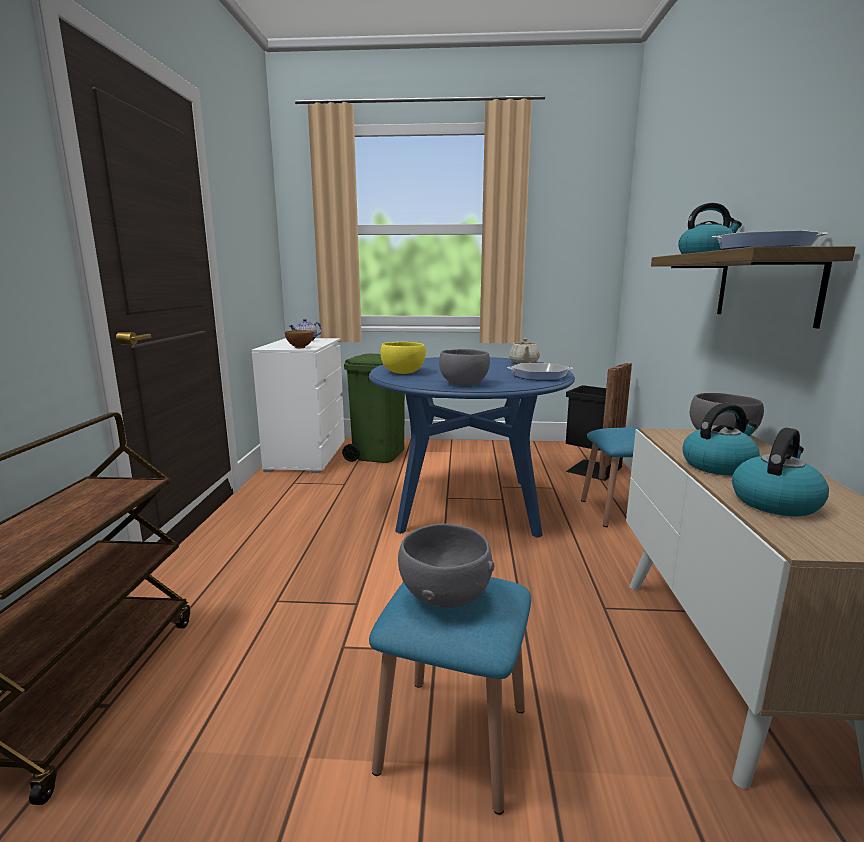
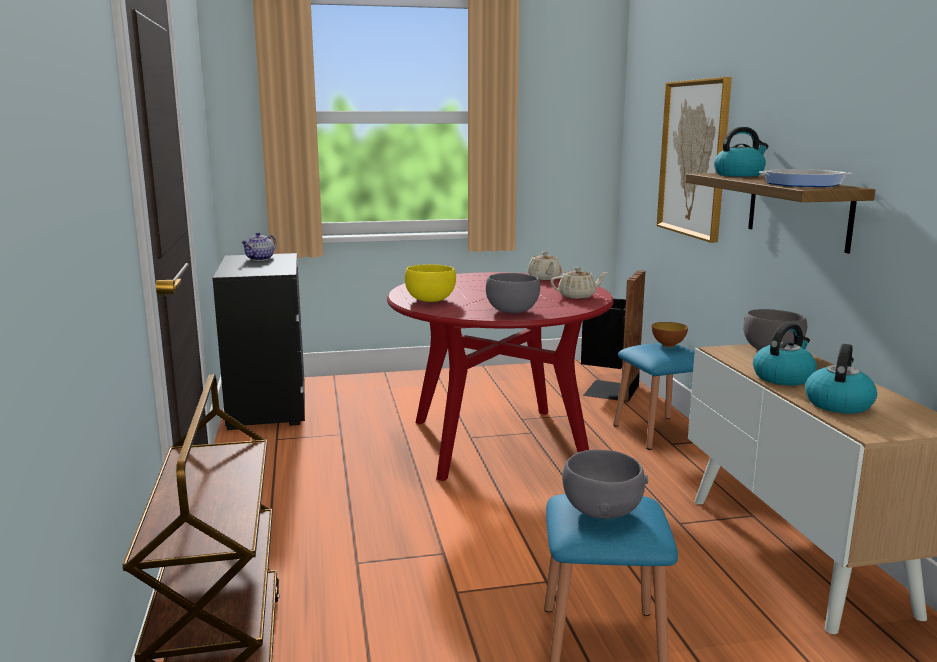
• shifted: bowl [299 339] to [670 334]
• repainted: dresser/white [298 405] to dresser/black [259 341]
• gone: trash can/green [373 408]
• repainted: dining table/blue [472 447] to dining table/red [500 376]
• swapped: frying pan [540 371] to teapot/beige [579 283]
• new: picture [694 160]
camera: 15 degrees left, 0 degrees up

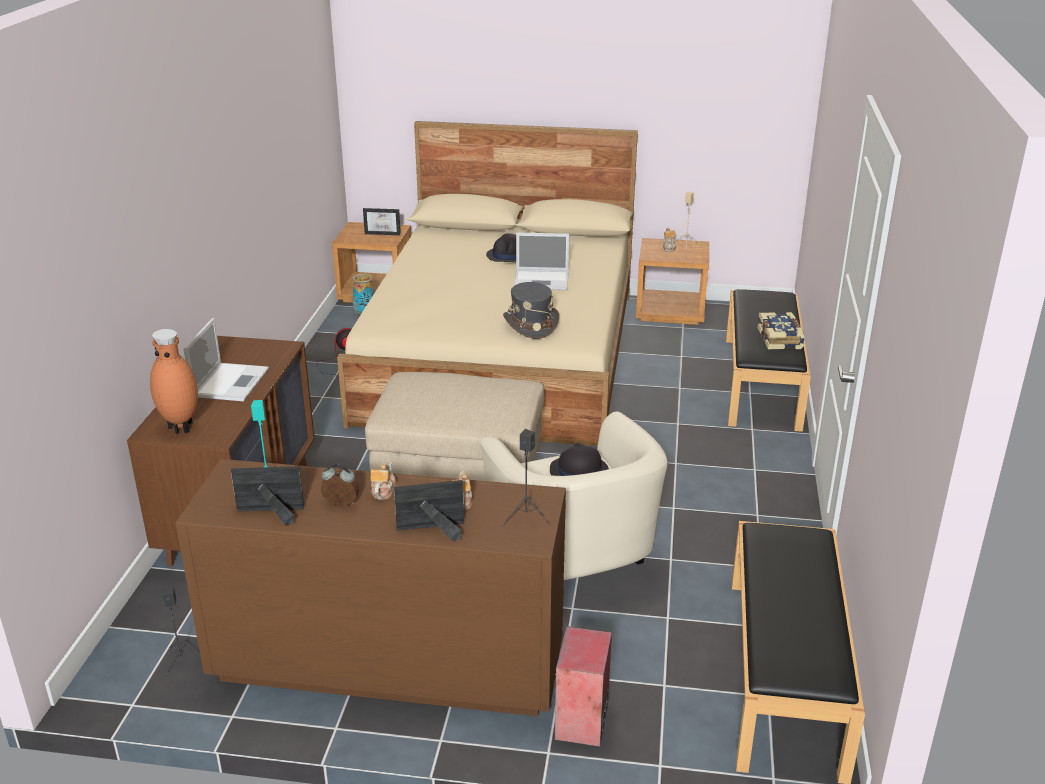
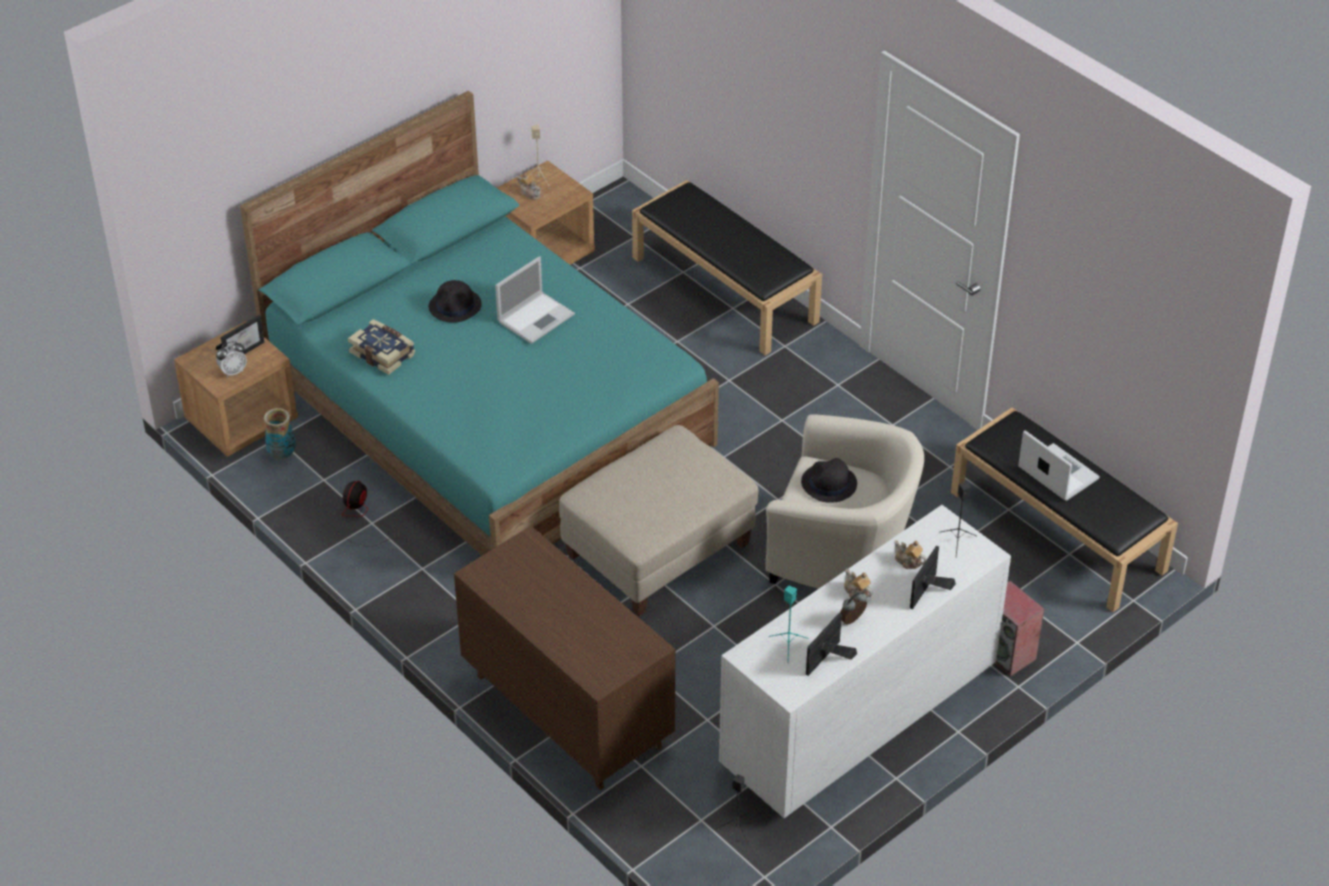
• repainted: bed/beige [487 283] to bed/turquoise [479 323]
• gone: hat/grey [531 310]
• shifted: book [781 331] to [381 347]
• shifted: laptop [226 359] to [1059 465]
• gone: vase/brown [174 382]
• repainted: dresser/brown [370 587] to dresser/white [865 661]
• new: alarm clock [231 359]
camera: 50 degrees left, 15 degrees up

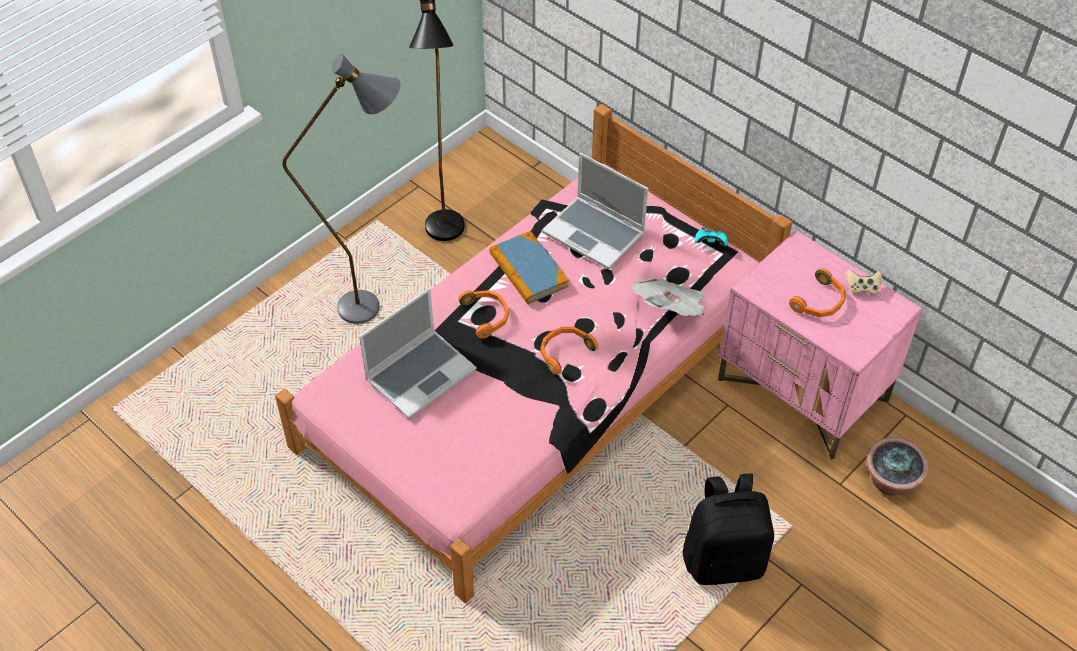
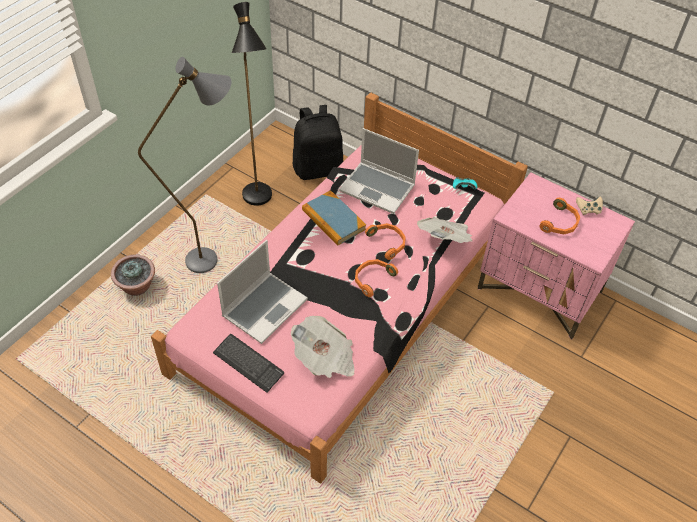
• shifted: headphones/orange [483 314] to [385 241]
• shifted: potted plant [897 466] to [133 275]
• shifted: backpack/black [728 529] to [318 142]
• new: newspaper [323 347]
• new: keyboard [248 363]
camera: 10 degrees left, 0 degrees up

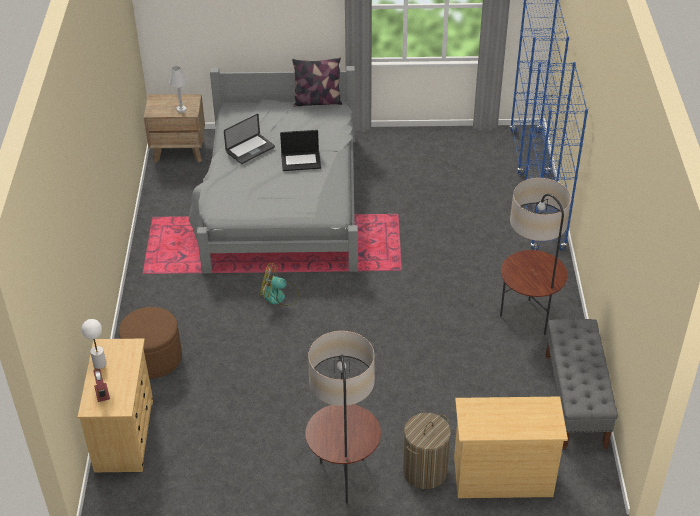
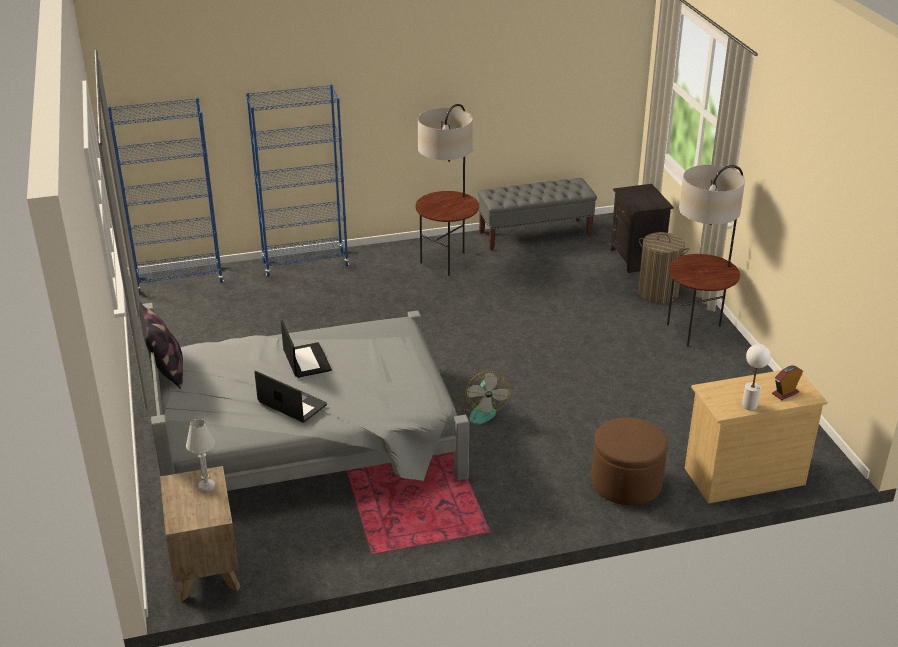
• swapped: dresser/beige [511 447] to nightstand/black [641 228]
camera: 105 degrees left, 10 degrees down

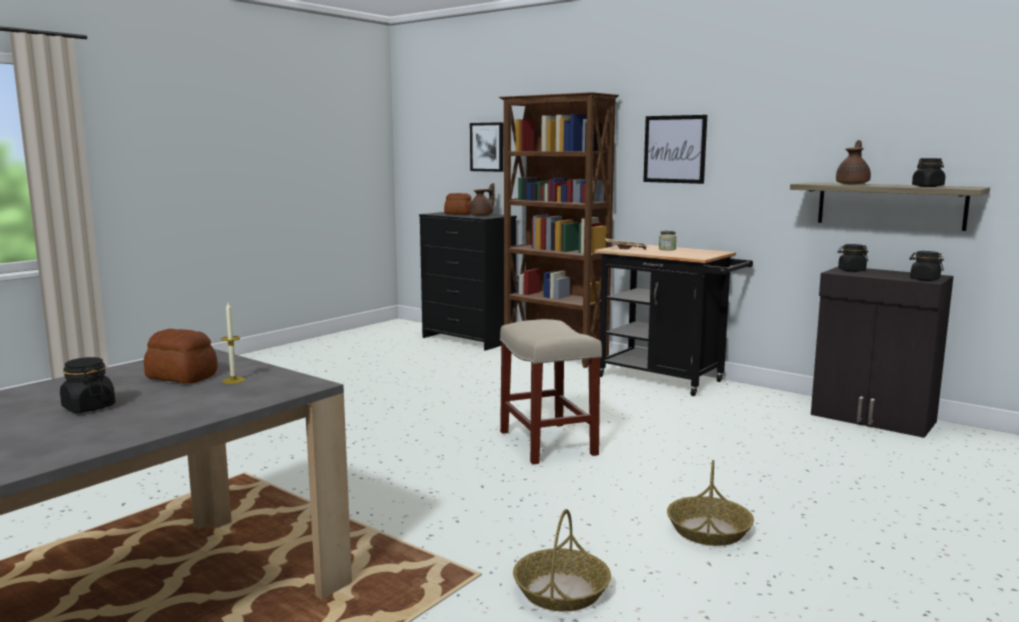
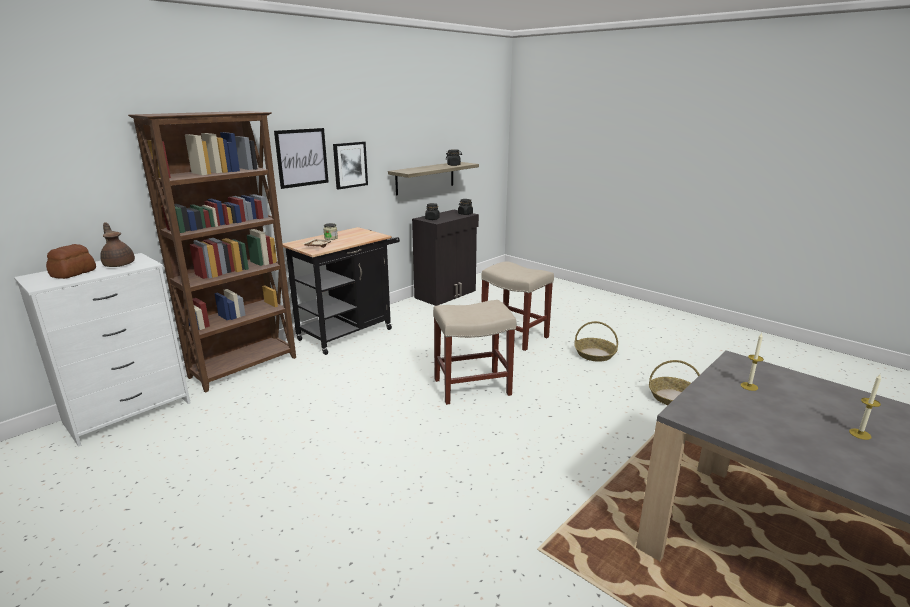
• shifted: picture [487 147] to [350 165]
• gone: teapot/brown [853 162]
• repainted: dresser/black [468 281] to dresser/white [102 350]
• gone: bread [181 356]
• swapped: jar/black [88 385] to candle [865 407]
• new: stool/beige [517 306]
camera: 85 degrees left, 10 degrees up

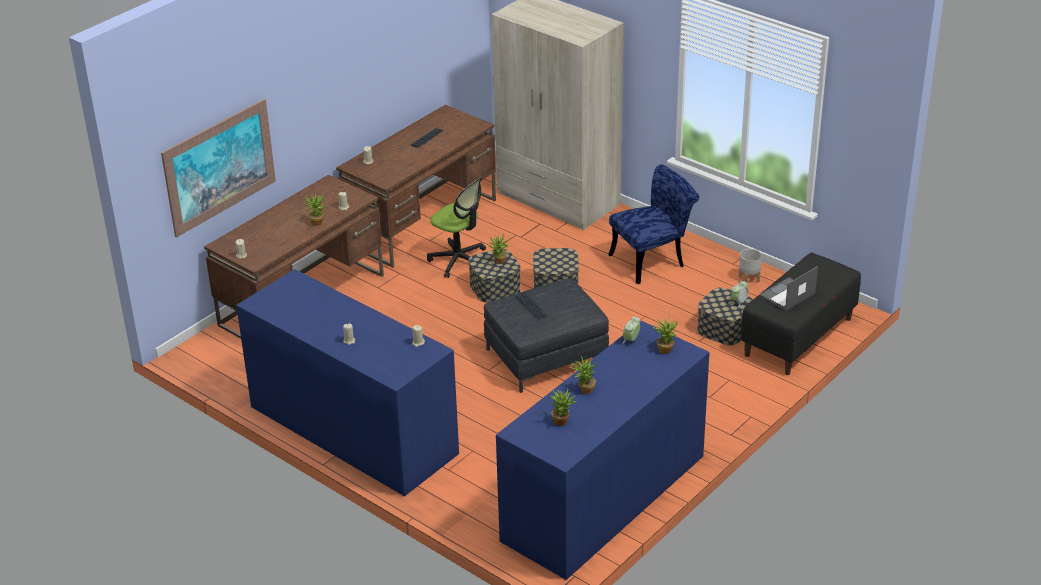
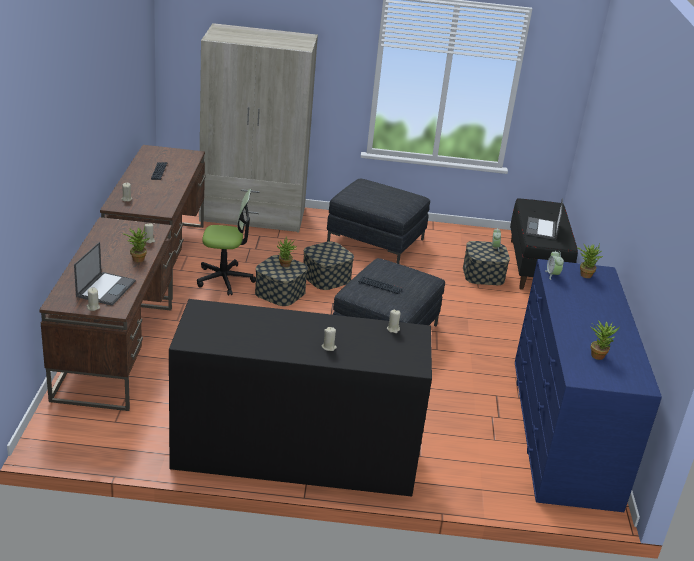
• gone: picture [218 168]
• swapped: chair/blue [653 224] to ottoman/grey [378 221]
• gone: planter/grey [750 266]
• repainted: dresser/blue [347 382] to dresser/black [300 398]
• gone: potted plant [583 375]
• new: laptop [105 274]
camera: 40 degrees left, 5 degrees down

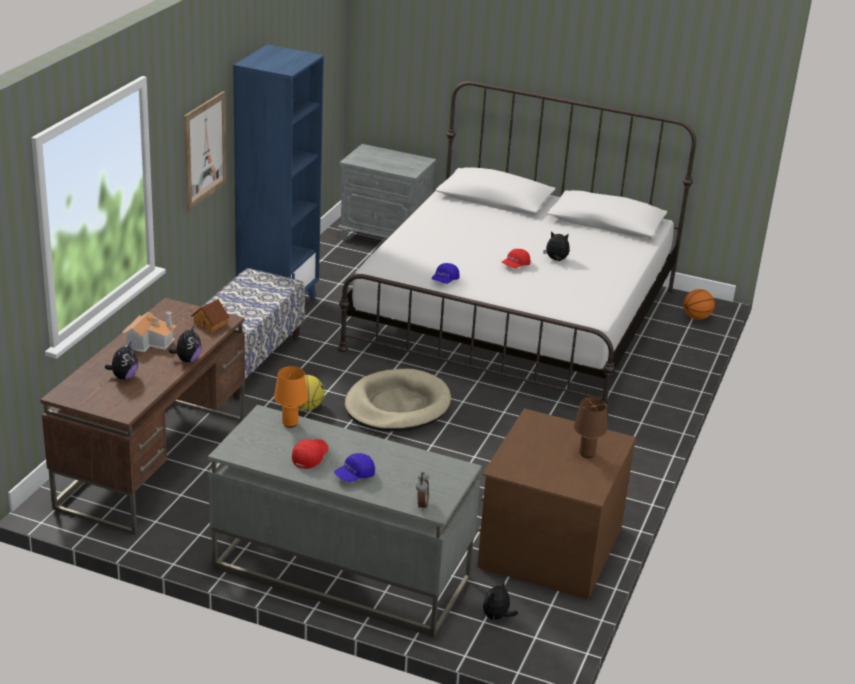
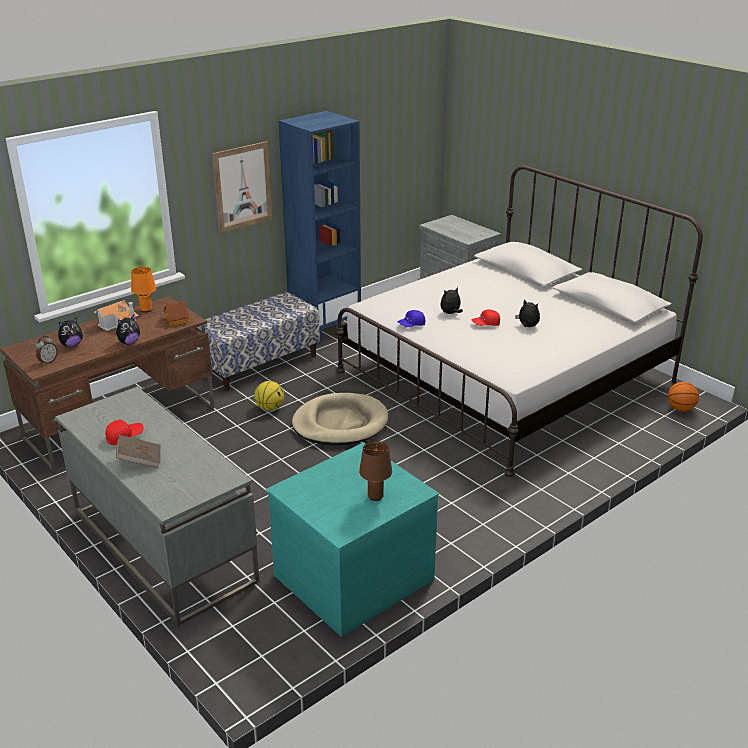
• shifted: table lamp/orange [291 397] to [143 289]
• repainted: dresser/brown [556 504] to dresser/turquoise [352 539]
• swapped: cap/blue [354 467] to book/brown [138 451]
• shifted: alarm clock [422 491] to [47 350]
• shifted: plush toy [500 601] to [451 300]
camera: 30 degrees right, 0 degrees up

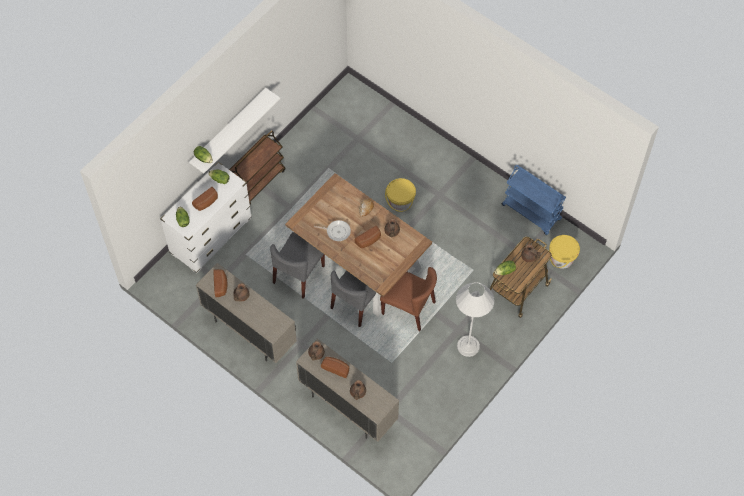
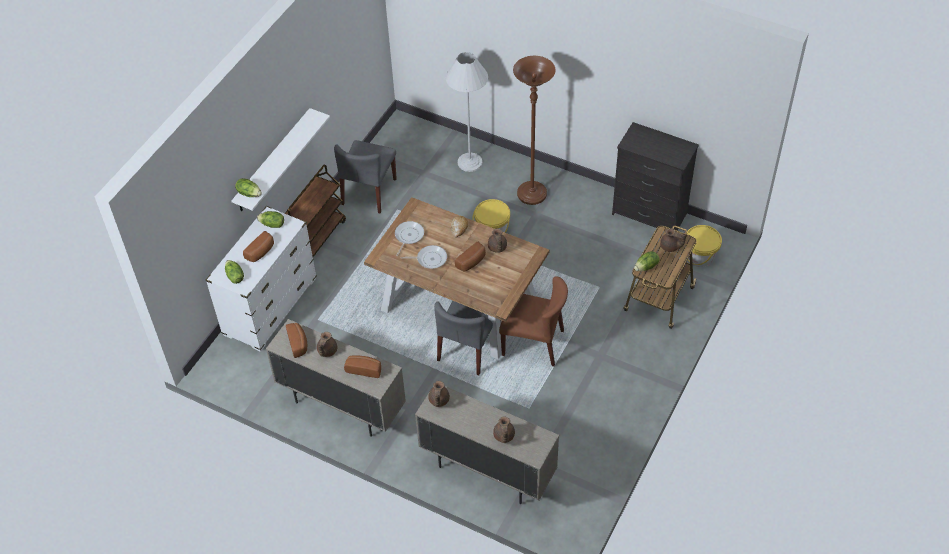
• swapped: cart/blue [533 200] to dresser/black [655 176]
• shifted: chair/grey [297 265] to [365 176]
• shifted: floor lamp/white [475 319] to [467 112]
• shifted: bread [335 367] to [362 366]
• new: floor lamp/brown [534 130]
• new: frying pan [409 238]
camera: 10 degrees left, 10 degrees down

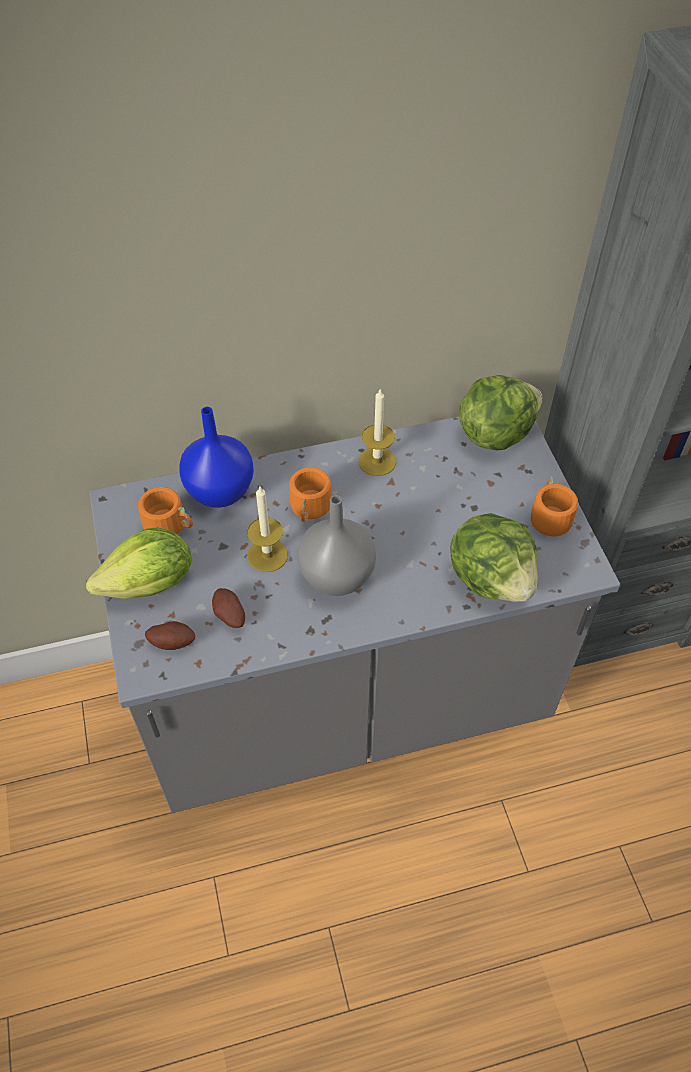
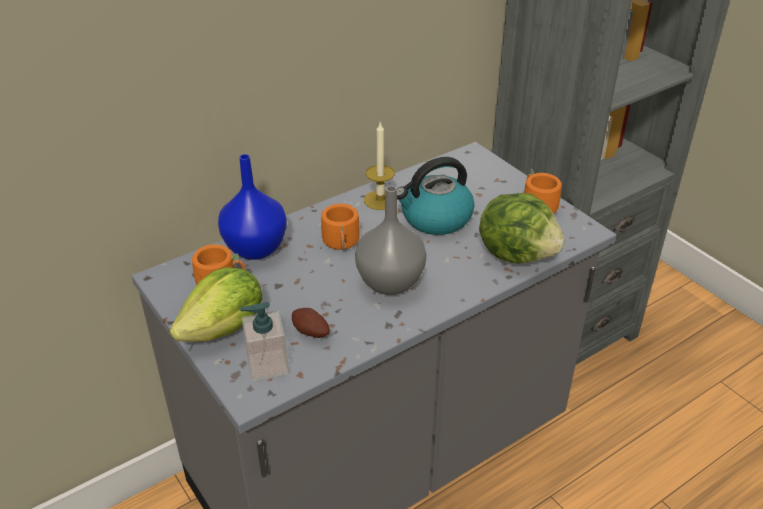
• gone: lettuce [500 413]
• gone: candle [267 529]
• swapped: potato [170 635] to soap dispenser [264 341]
• new: kettle [435 196]
camera: 20 degrees left, 15 degrees down

